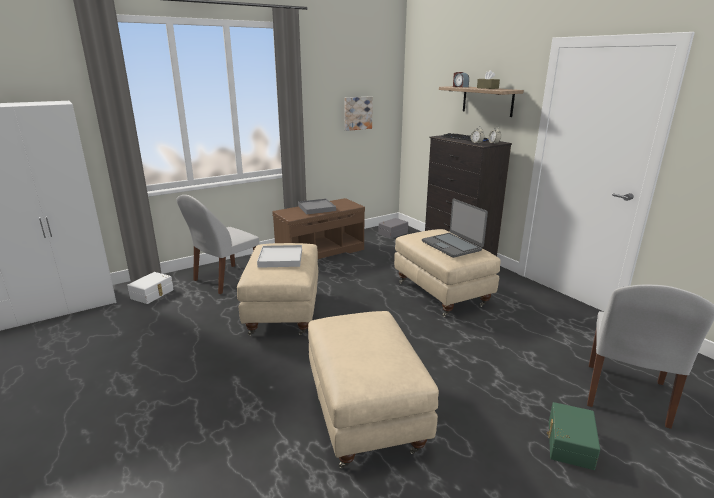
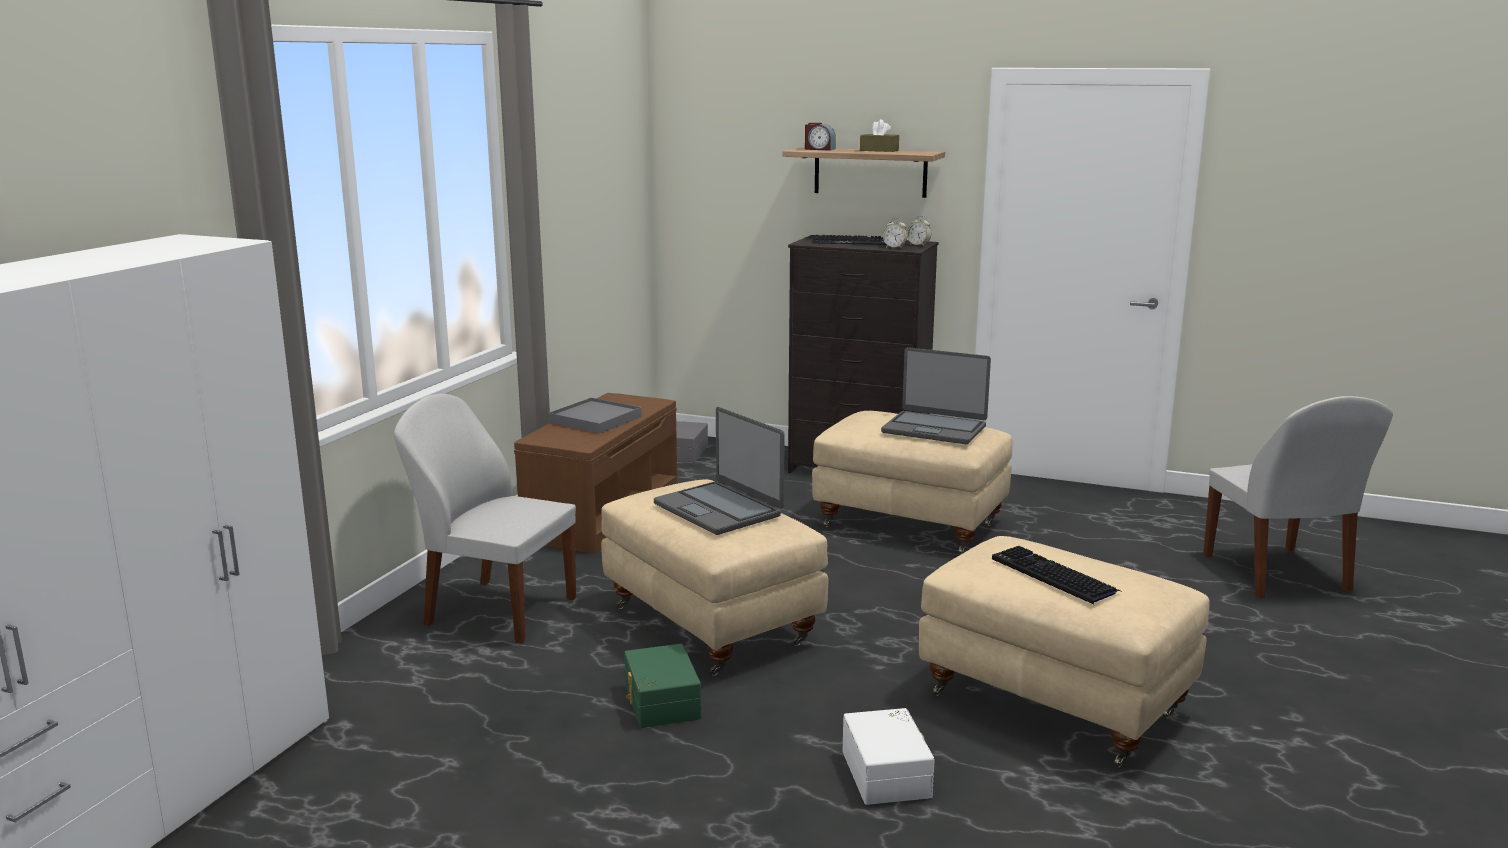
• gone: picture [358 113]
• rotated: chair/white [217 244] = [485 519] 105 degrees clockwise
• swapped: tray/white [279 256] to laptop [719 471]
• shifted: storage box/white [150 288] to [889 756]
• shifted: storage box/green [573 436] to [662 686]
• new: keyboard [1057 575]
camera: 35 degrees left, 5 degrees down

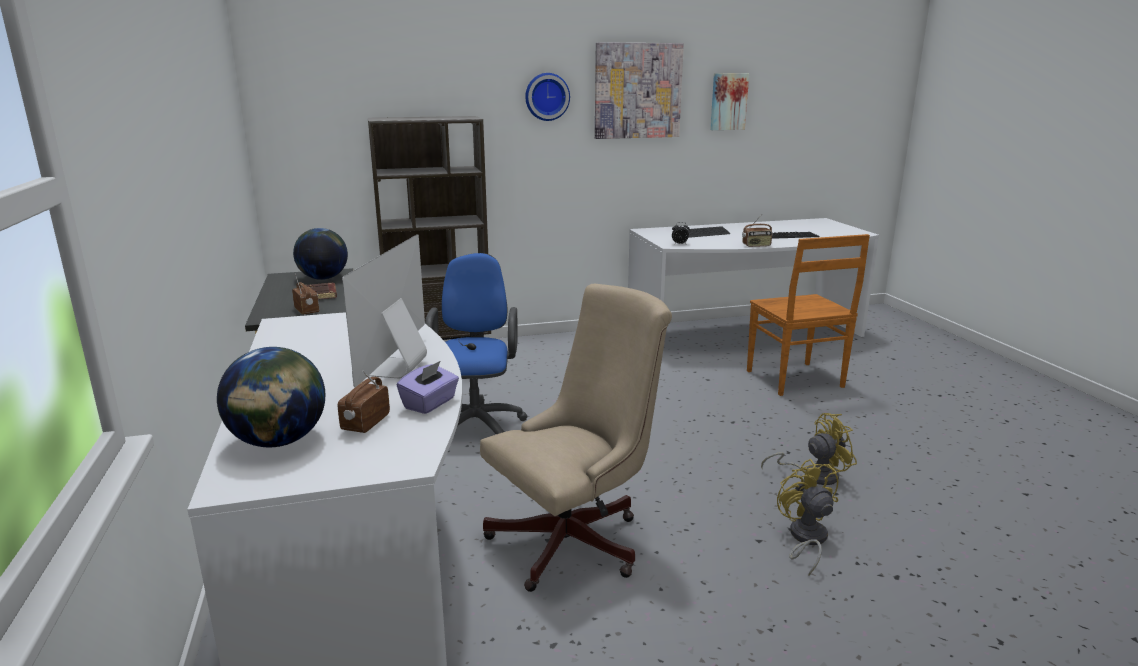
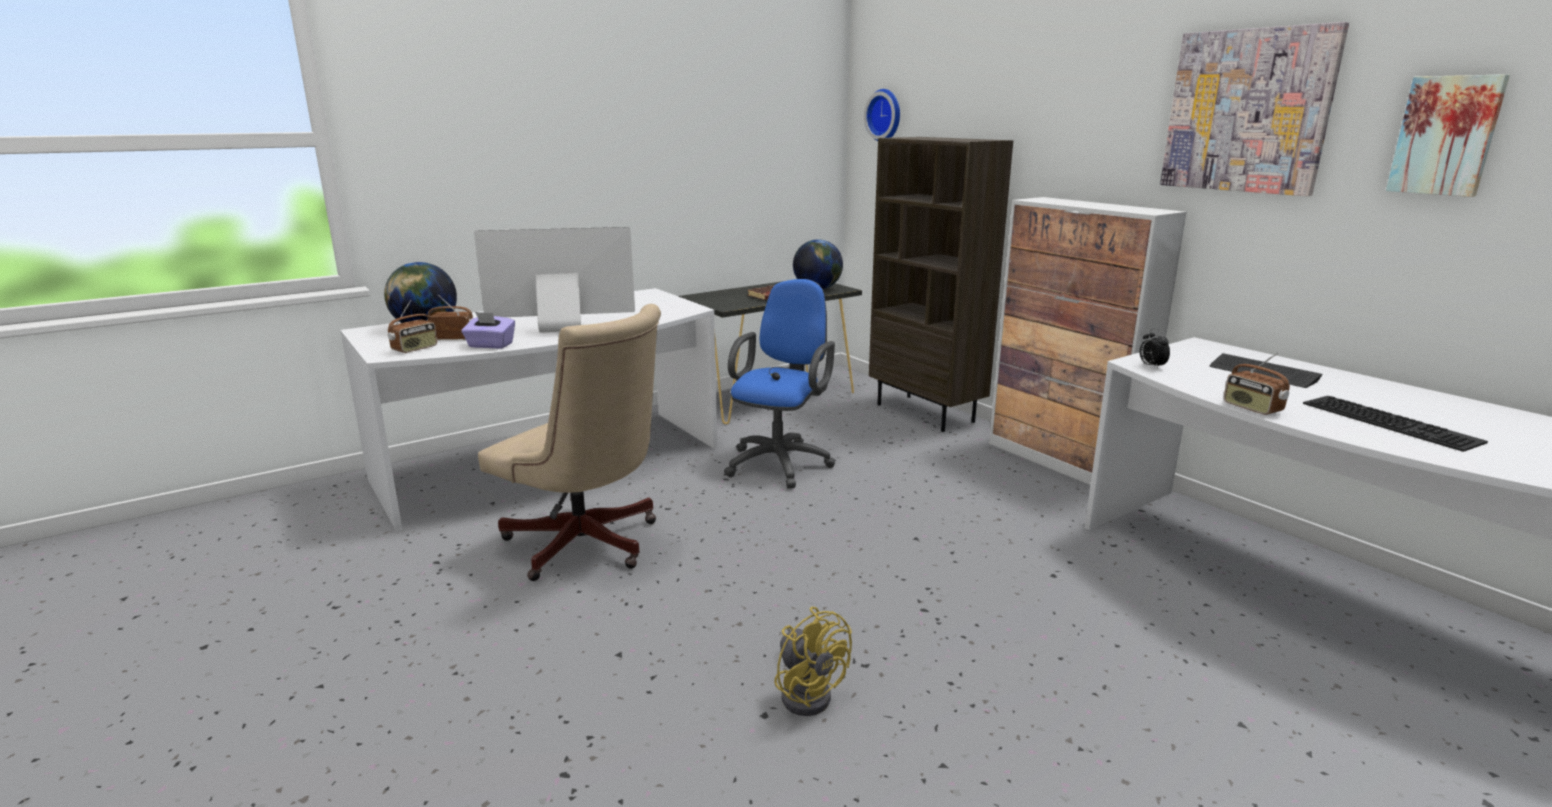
• shifted: wall clock [547 97] to [882 115]
• gone: chair/brown [808 315]
• rotated: office chair/blue [476 343] = [779 384] 45 degrees counterclockwise
• shifted: radio [305 294] to [412 326]
• gone: fan/yellow [807 517]
• new: cabinet [1088 341]
camera: 70 degrees right, 0 degrees up

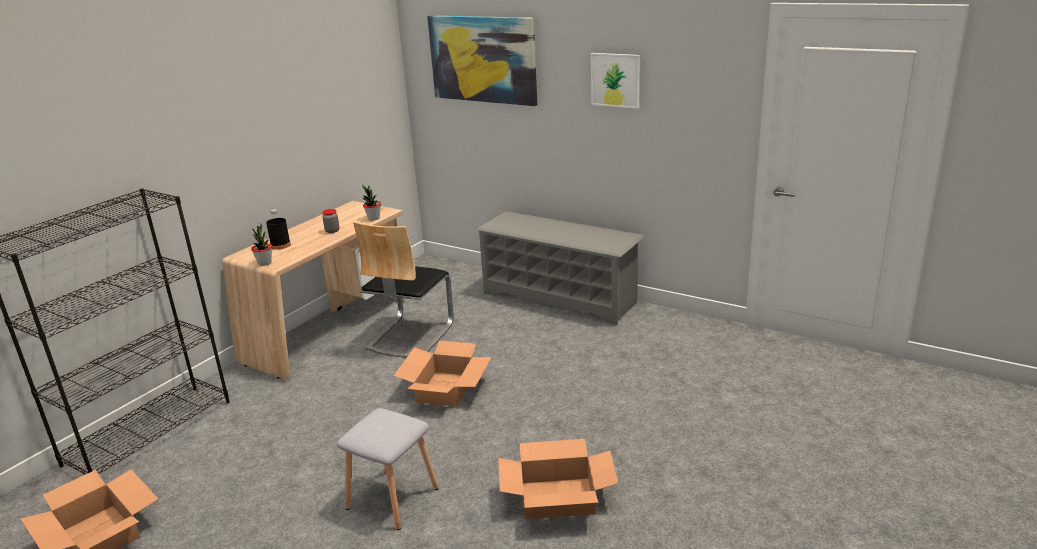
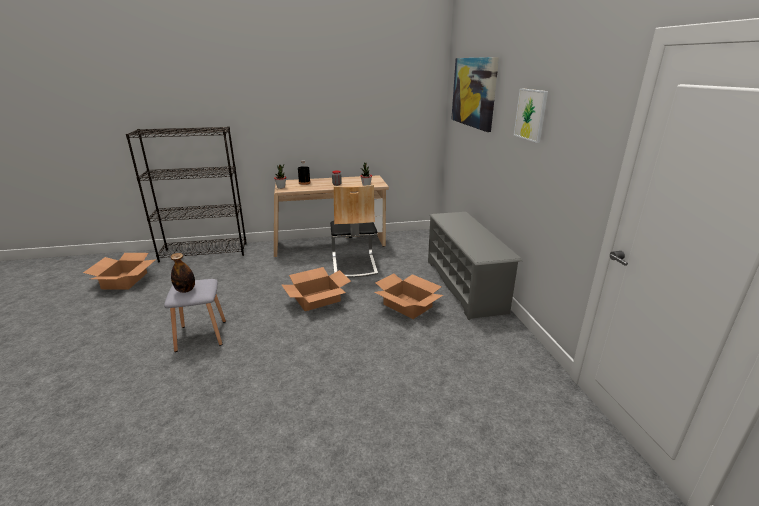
• rotated: chair [403 290] = [354 231] 75 degrees counterclockwise
• shifted: cardboard box [558 479] to [408 296]
• new: bottle [183 273]
camera: 45 degrees right, 0 degrees up

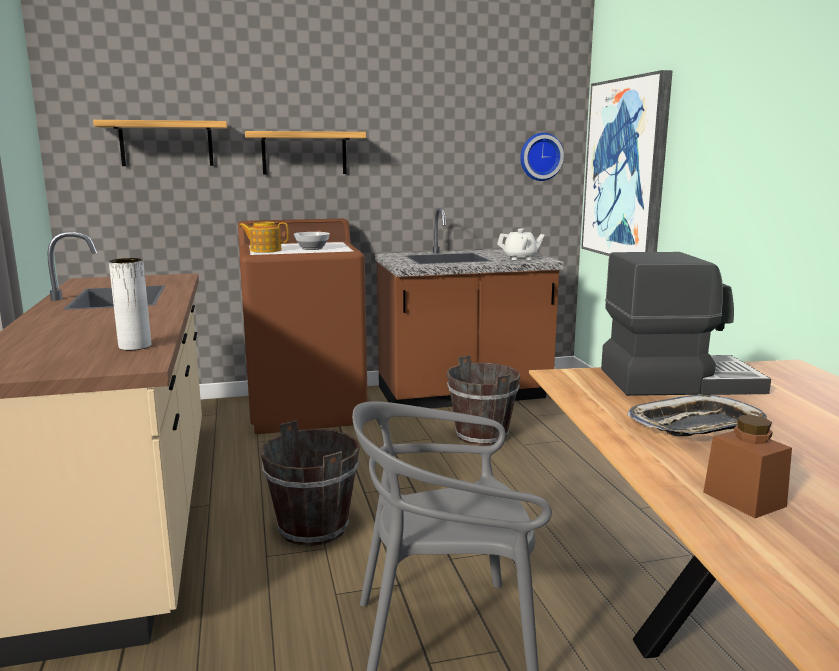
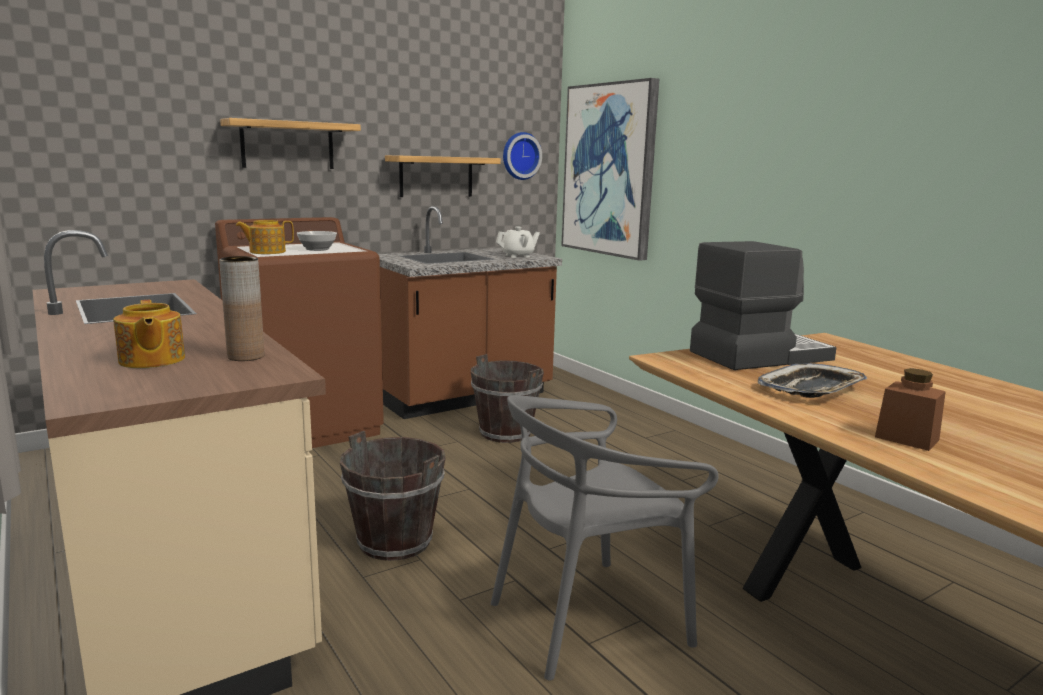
• shifted: shelf [160 143] to [443 176]
• repainted: vase/white [130 304] to vase/brown [241 308]
• new: teapot [149 334]
camera: 20 degrees left, 0 degrees up

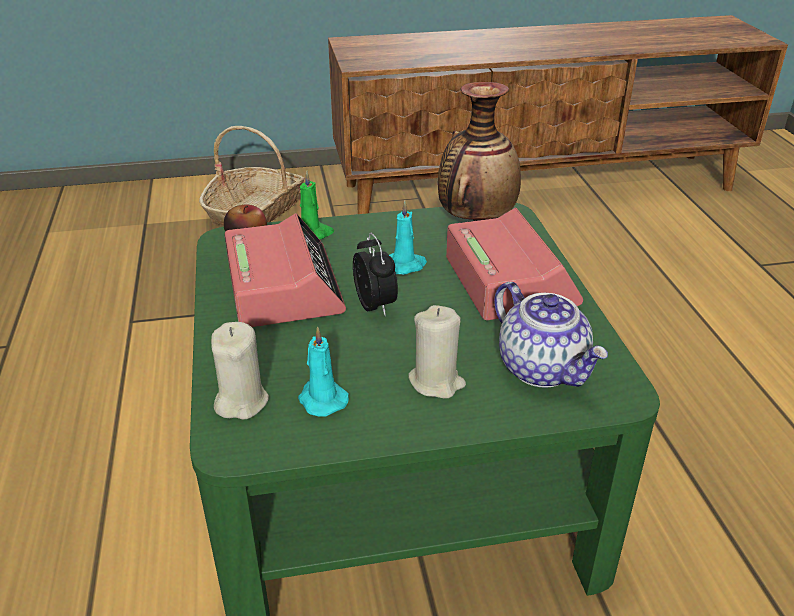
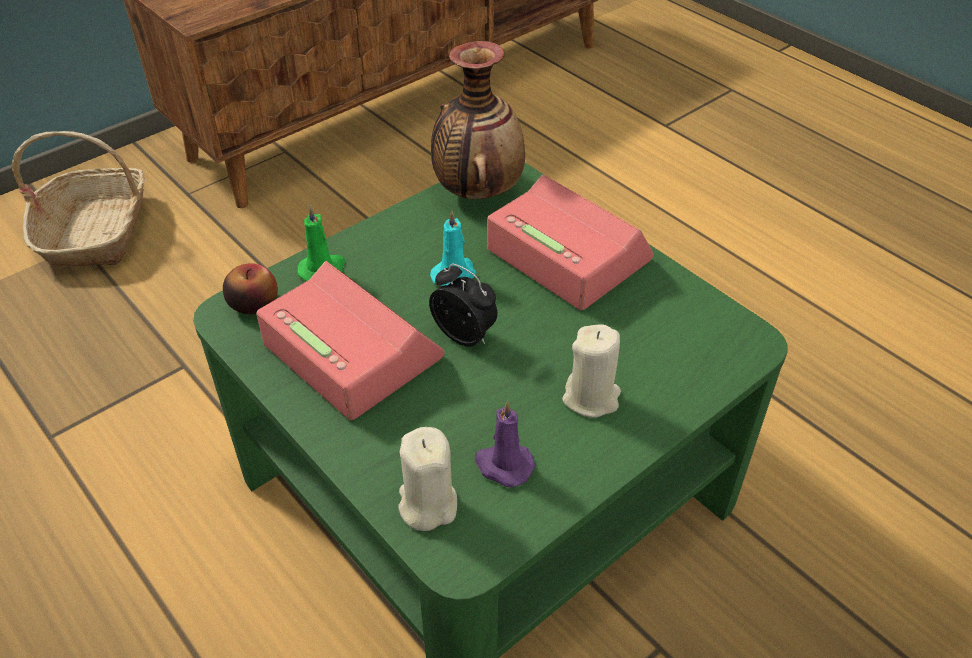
• gone: teapot [551 334]
• repainted: candle/turquoise [323 371] to candle/purple [505 443]
camera: 30 degrees left, 10 degrees up

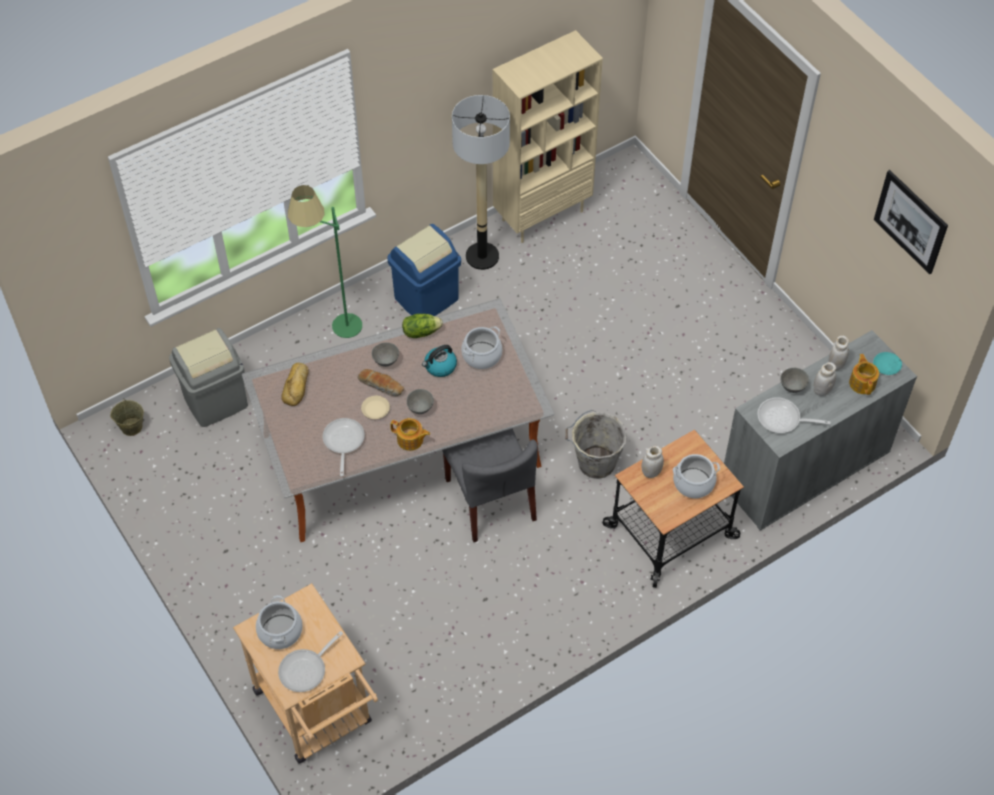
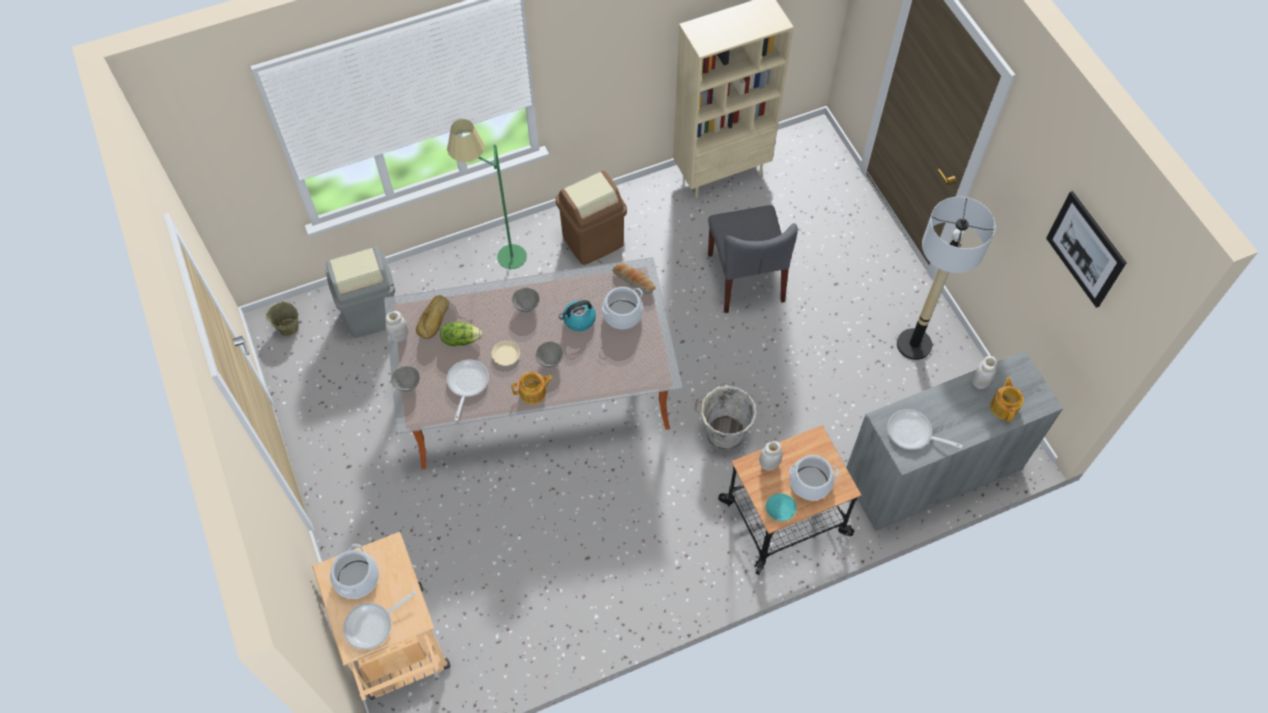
• shifted: floor lamp [481 182] to [946 278]
• repainted: trash can/blue [424 270] to trash can/brown [591 218]
• shifted: lettuce [422 326] to [461 334]
• shifted: plate/turquoise [887 363] to [781 507]
• shifted: jar/white [825 379] to [396 326]
• shifted: bowl/grey [794 380] to [405 379]
• shifted: bread [380 382] to [634 278]
• rotated: teapot [410 434] = [532 388] 45 degrees counterclockwise
• shifted: chair/grey [490 485] to [753 259]
camera: 10 degrees right, 5 degrees up

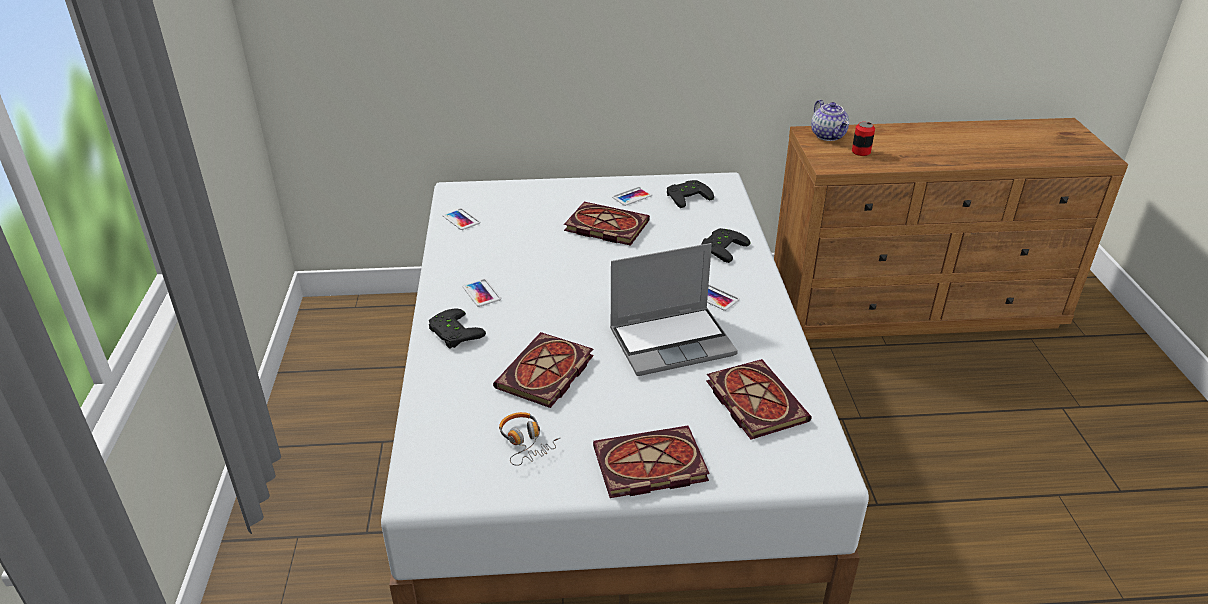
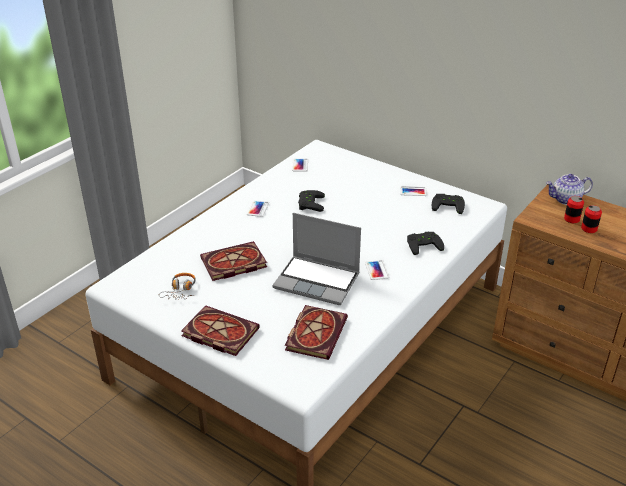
• rotated: teapot [830 120] = [569 189] 60 degrees clockwise
• gone: book [607 224]
• shifted: game controller/black [457 328] to [311 201]
• new: can [591 219]
camera: 40 degrees right, 0 degrees up

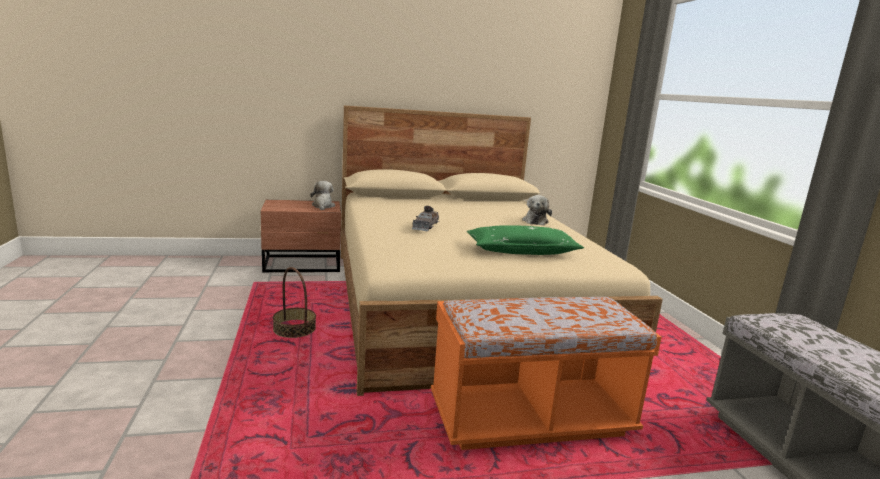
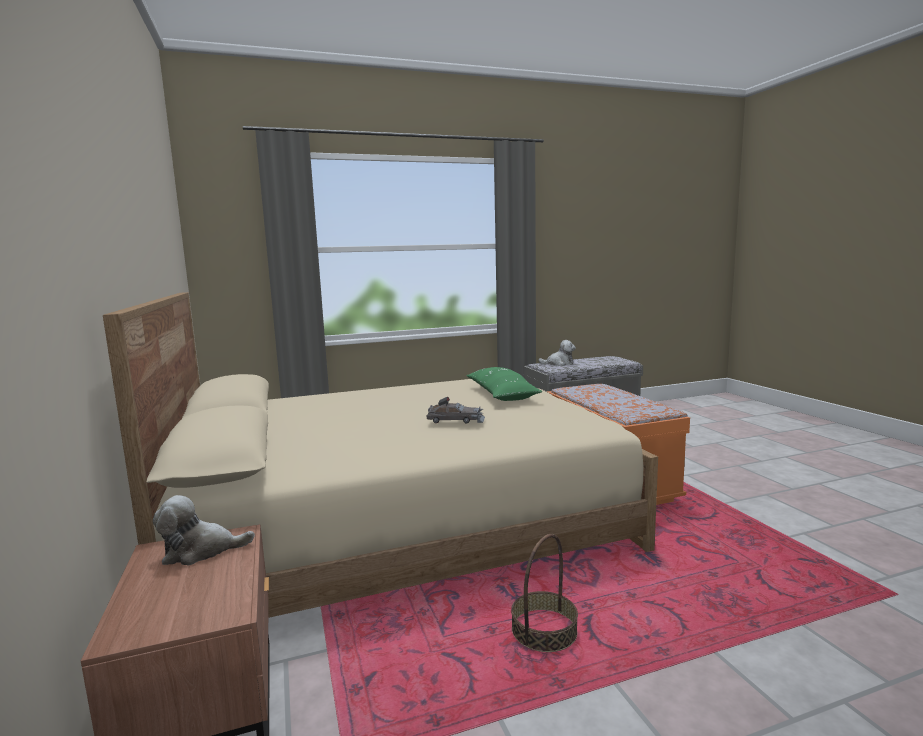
• shifted: plush toy [537 210] to [557 353]
camera: 95 degrees left, 5 degrees down

